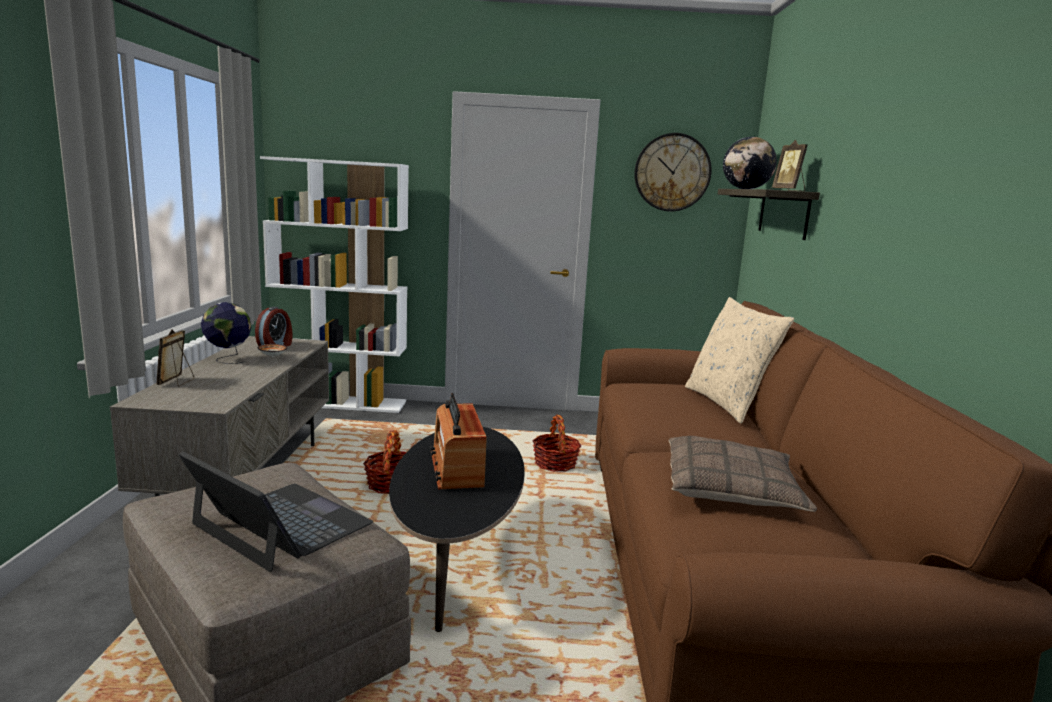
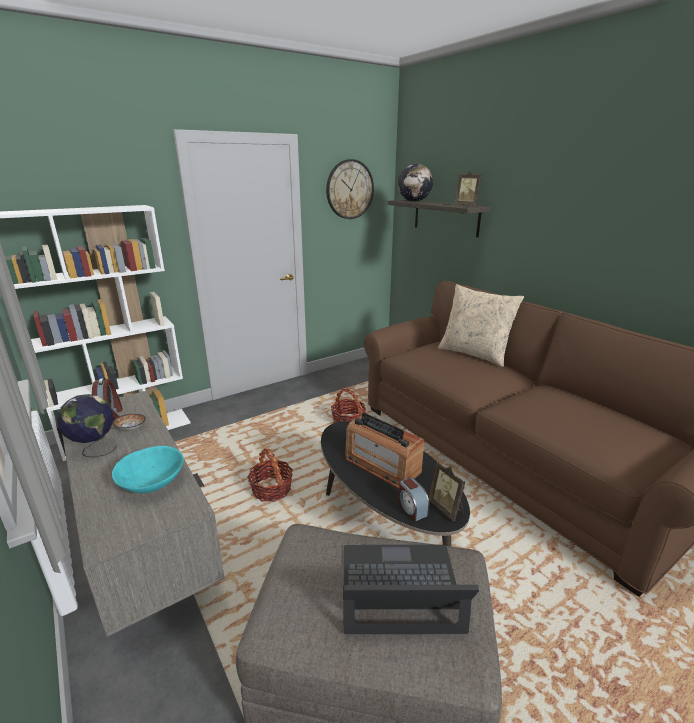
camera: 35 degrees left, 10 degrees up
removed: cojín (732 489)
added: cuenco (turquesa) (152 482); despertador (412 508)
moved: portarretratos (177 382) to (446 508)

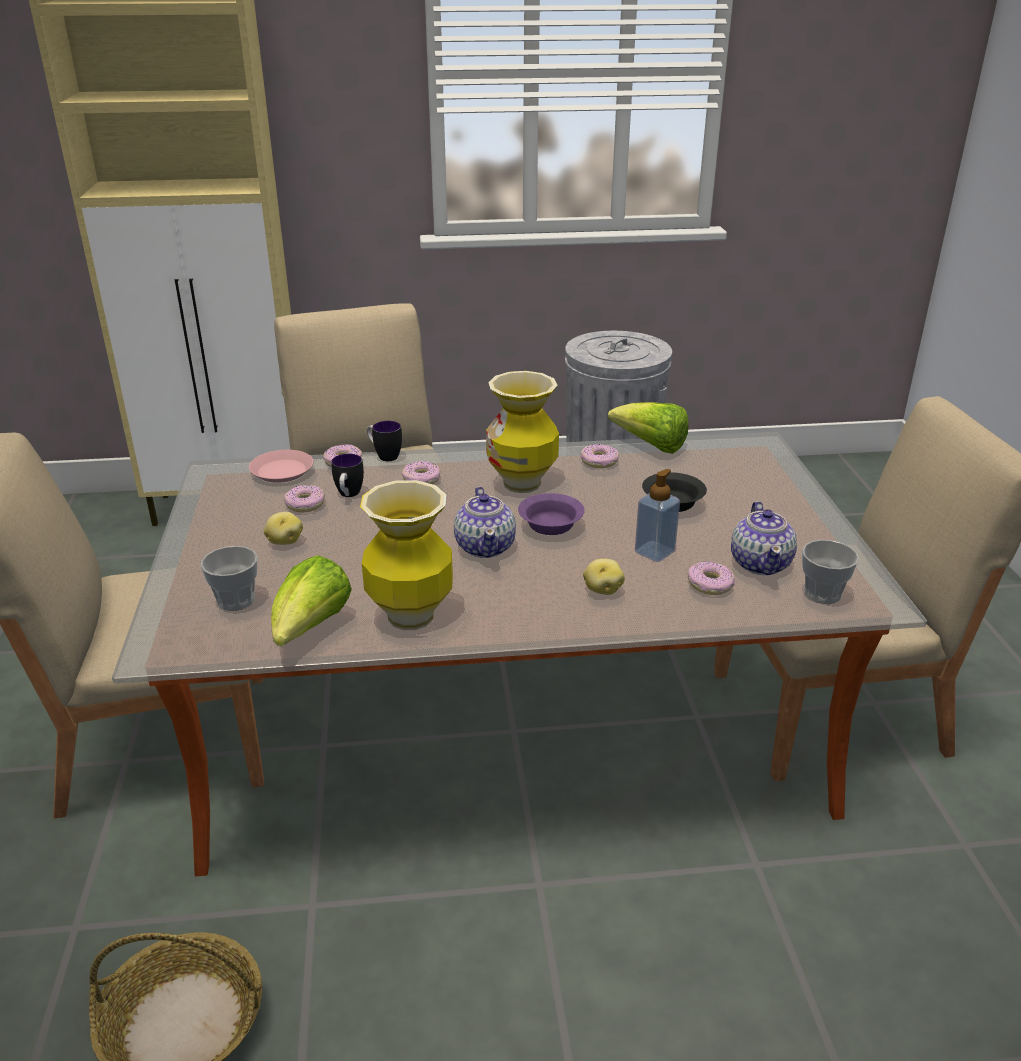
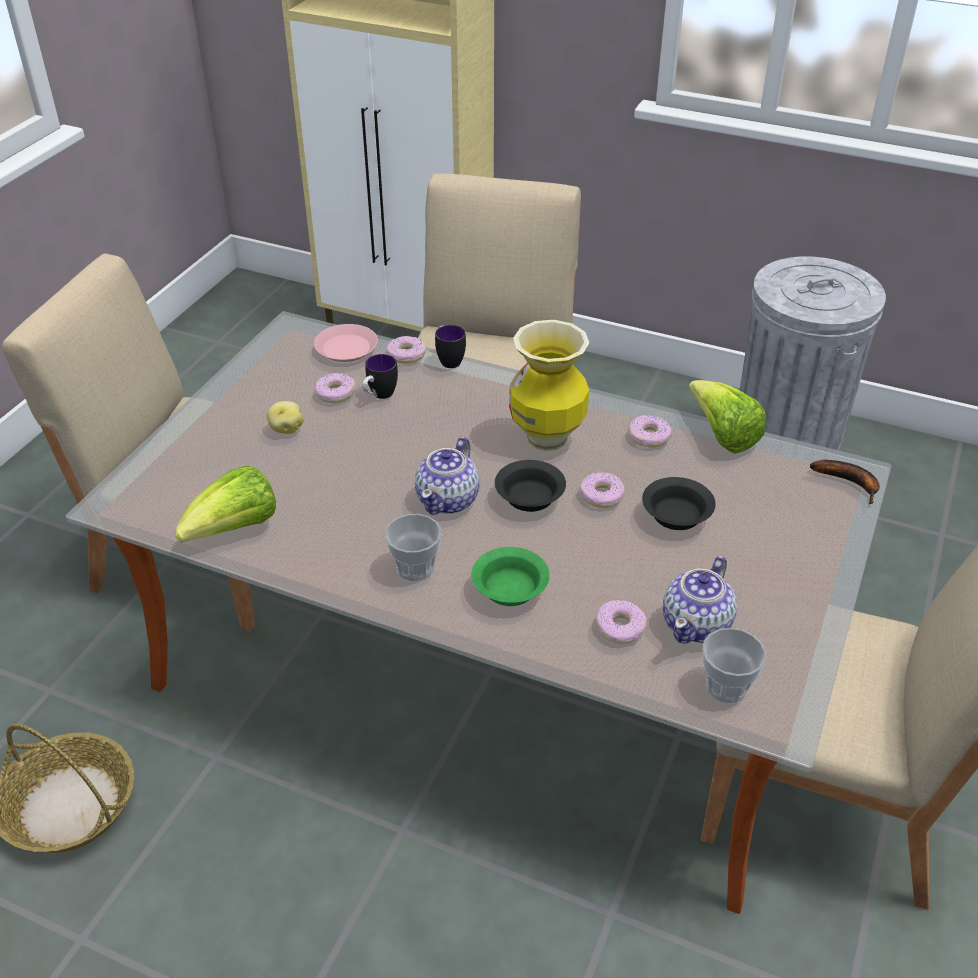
camera: 30 degrees right, 10 degrees up
removed: florero (410 616); dispensador de jabón (654 552)
added: plátano (850 483)
moved: taza (236 600) to (415 568); rosquilla (421 479) to (601 495)
replaced: patata (602 590) to cuenco (verde) (511 590)
recoloured: cuenco (morado) (549 526) to cuenco (negro) (528 497)

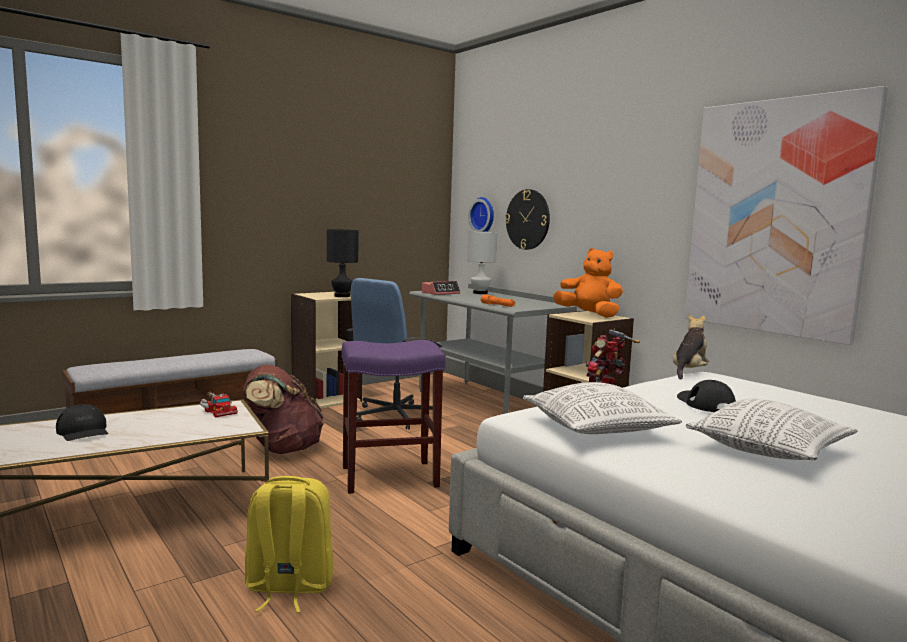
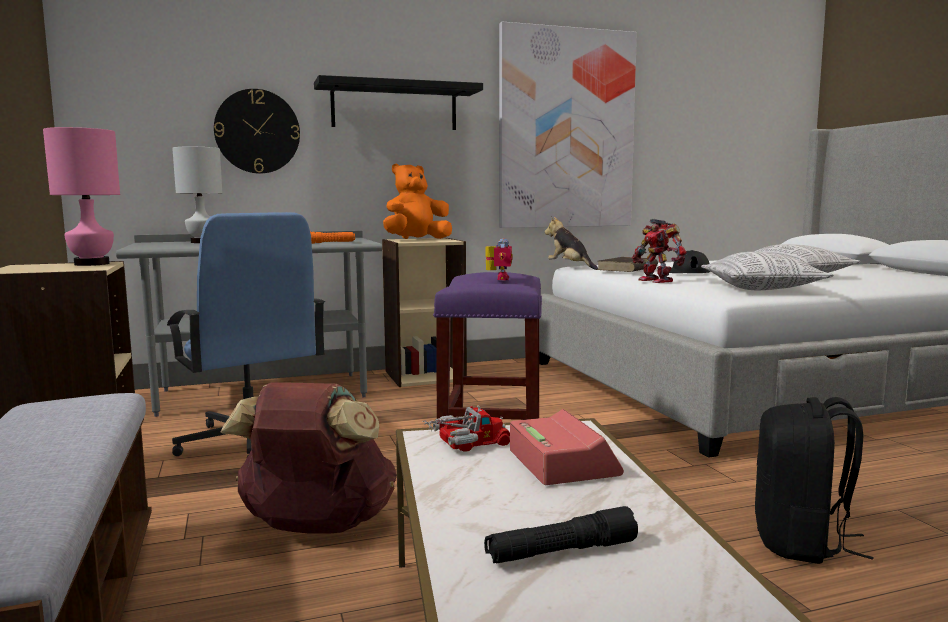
camera: 70 degrees left, 0 degrees up
removed: reloj de pared (483 215)
added: estante (negro) (394 107); robot de juguete (498 279); libro (marrón) (627 268)
moved: despertador (441 293) to (562 463)
replaced: gorra (negro) (83 431) to linterna (negro) (561 552)
recoloured: mochila (amarillo) (288 587) to mochila (negro) (801 543); lámpara de mesa (negro) (342 296) to lámpara de mesa (rosa) (91 264)

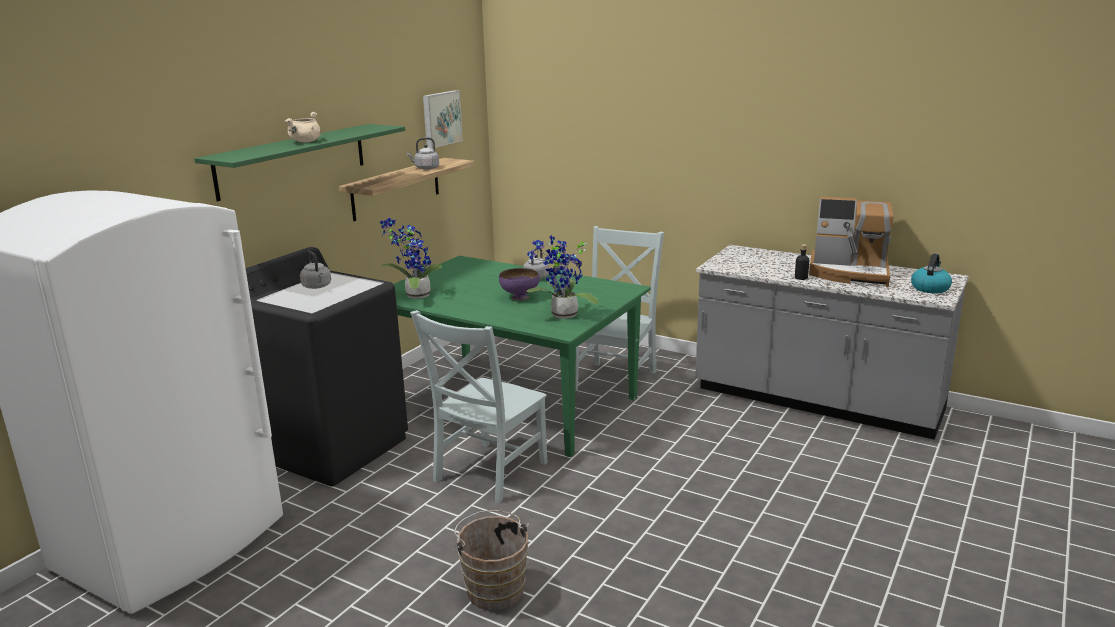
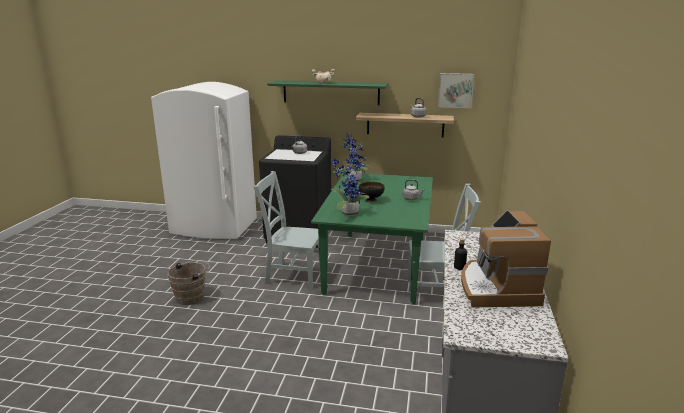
camera: 70 degrees right, 0 degrees up
removed: hervidor (930 288)
recoloured: cuenco (morado) (519 297) to cuenco (negro) (371 200)

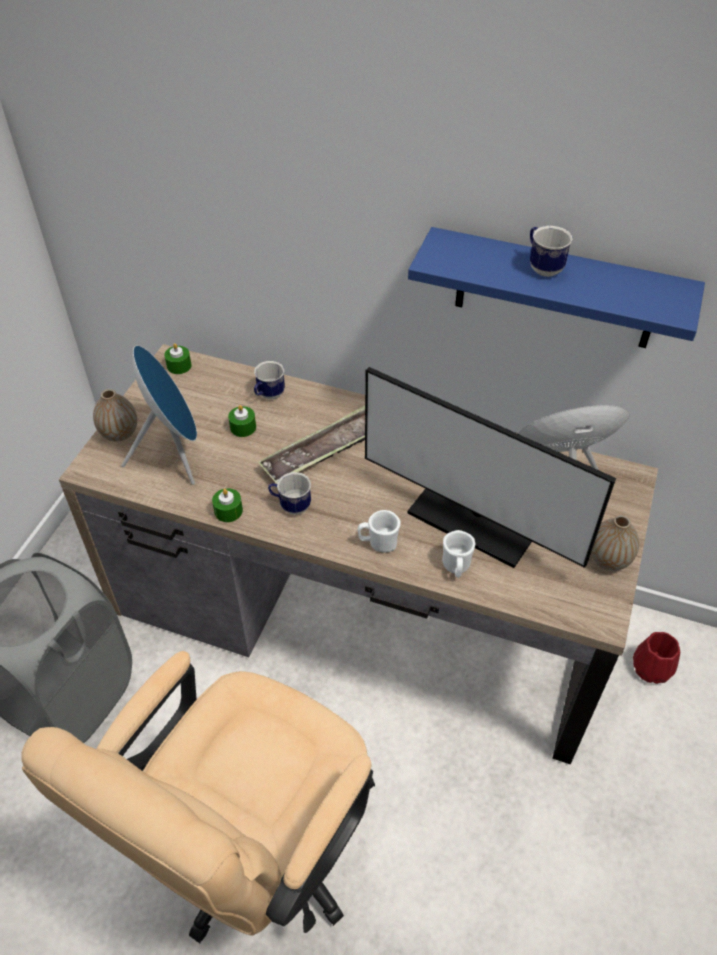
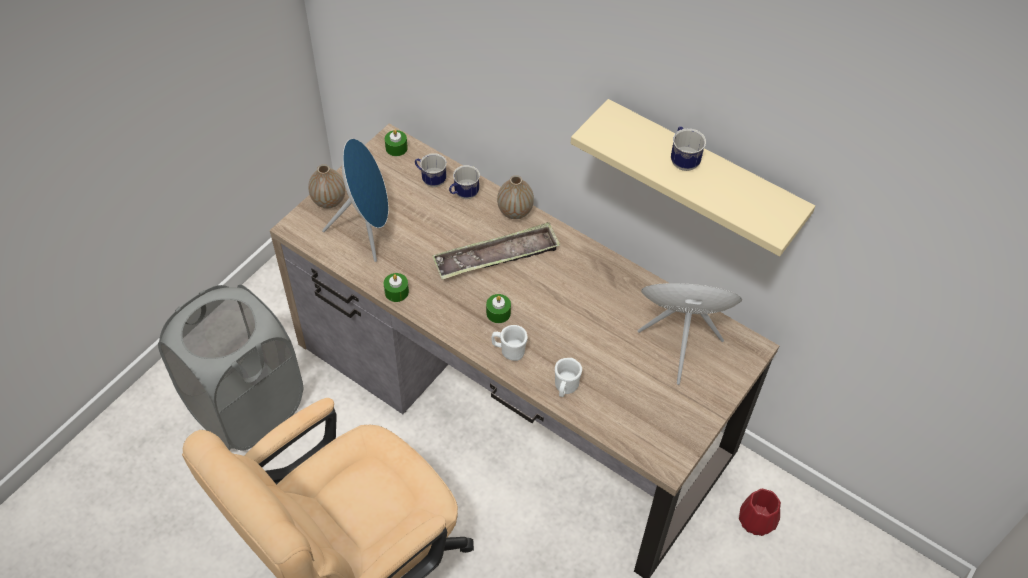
camera: 15 degrees right, 5 degrees up
removed: monitor (473 521)
moved: vela (verde) (243 427) to (498 313); taza grande (291 506) to (430 180); florero (608 559) to (515 211)
recoloured: estante (azul) (555 290) to estante (beis) (702 176)

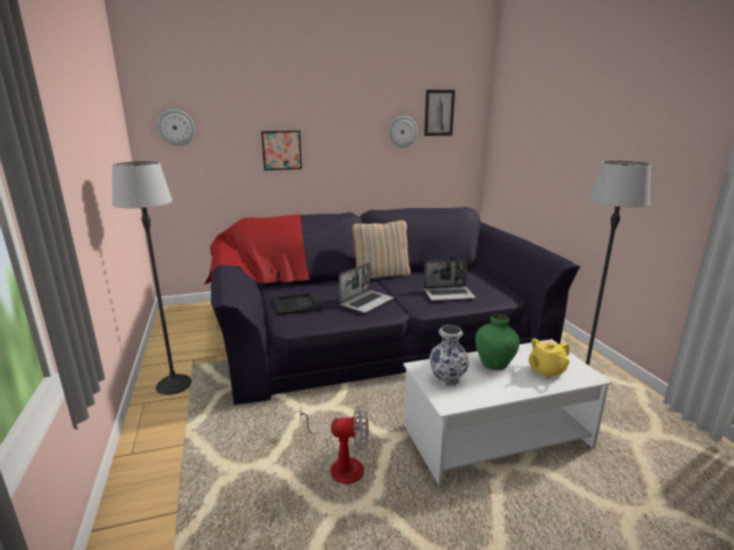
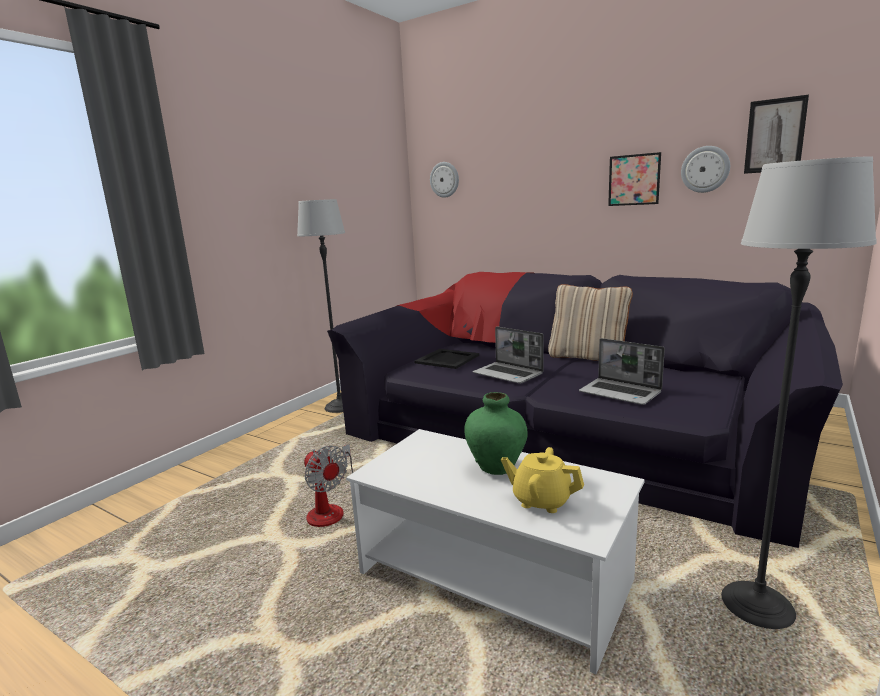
camera: 50 degrees right, 5 degrees down
removed: florero (448 379)
moved: cuadro (281 150) to (634 180)
turned: portátil (366 302) = (508 374) 45 degrees clockwise

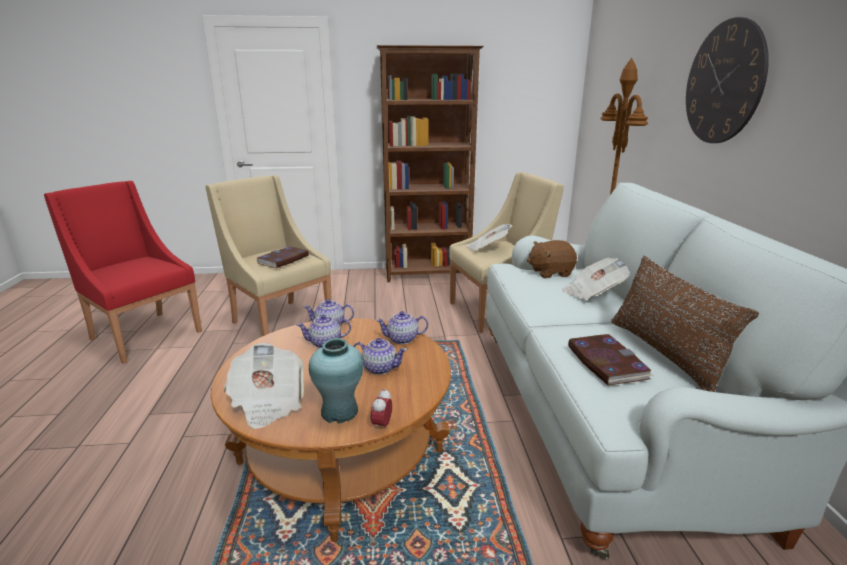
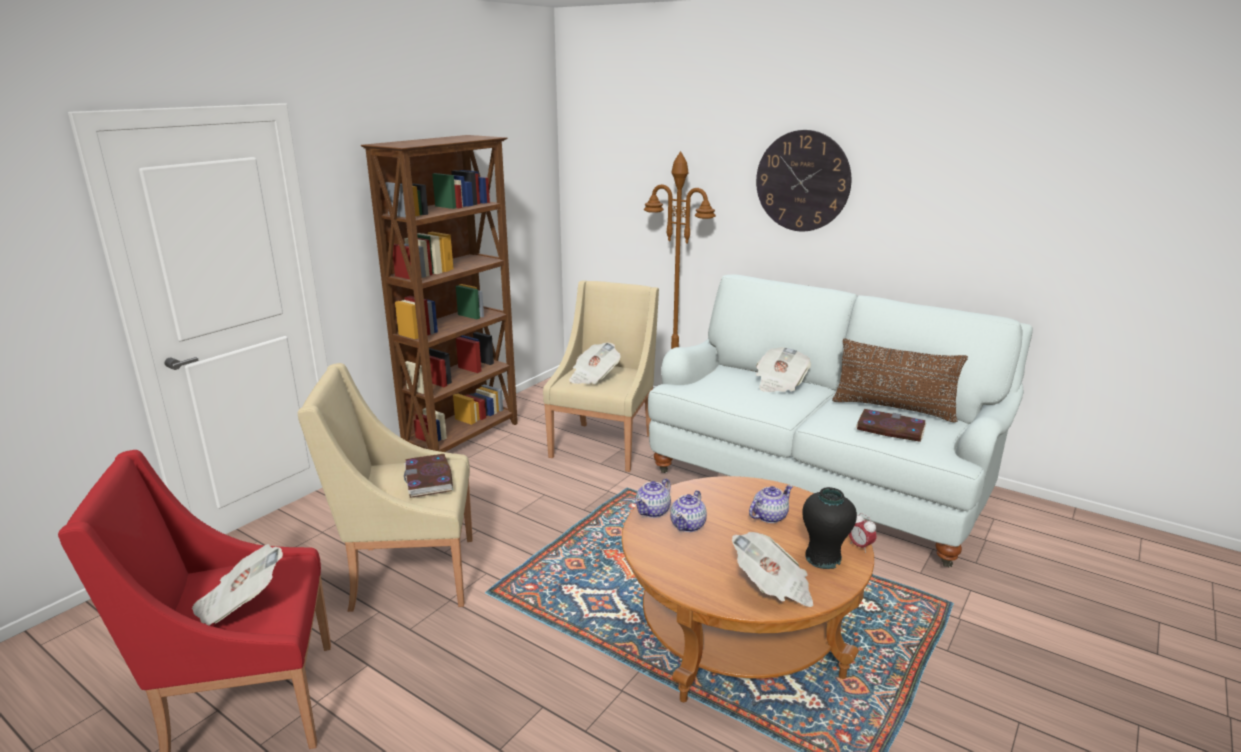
camera: 50 degrees left, 0 degrees up
removed: tetera (403 339); peluche (marrón) (550 272)
added: periódico (240 605)
recoloured: florero (turquesa) (340 412) to florero (negro) (823 558)

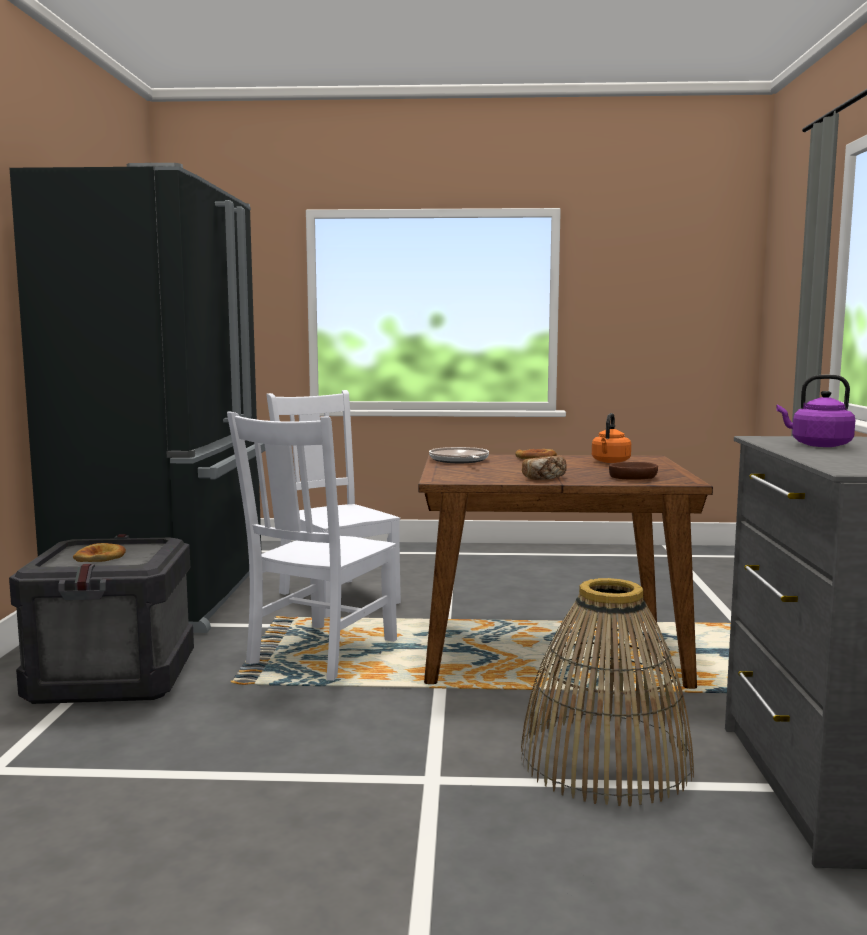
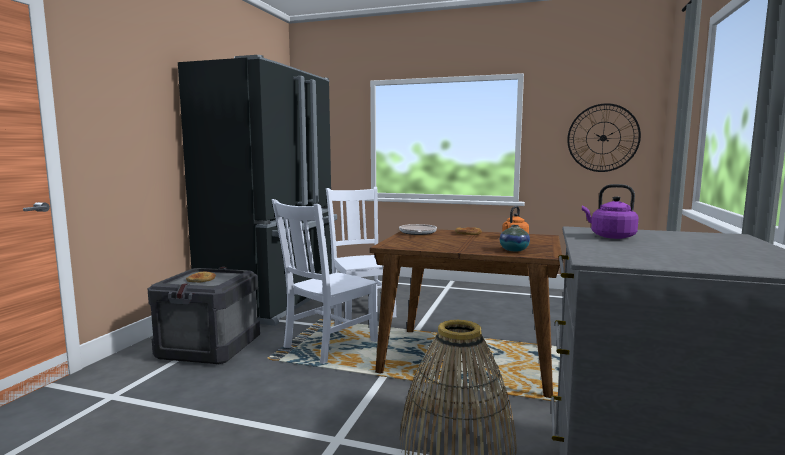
camera: 15 degrees right, 0 degrees up
removed: pan (545 478)
added: reloj de pared (603 138)
replaced: cuenco (marrón) (633 477) to florero (514 250)

